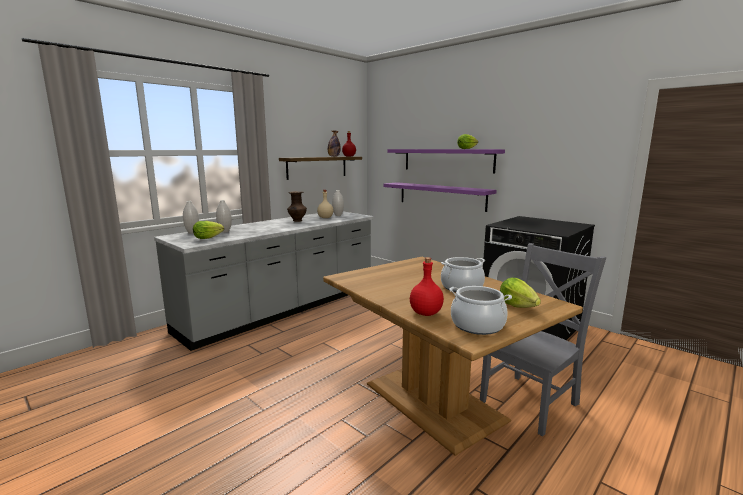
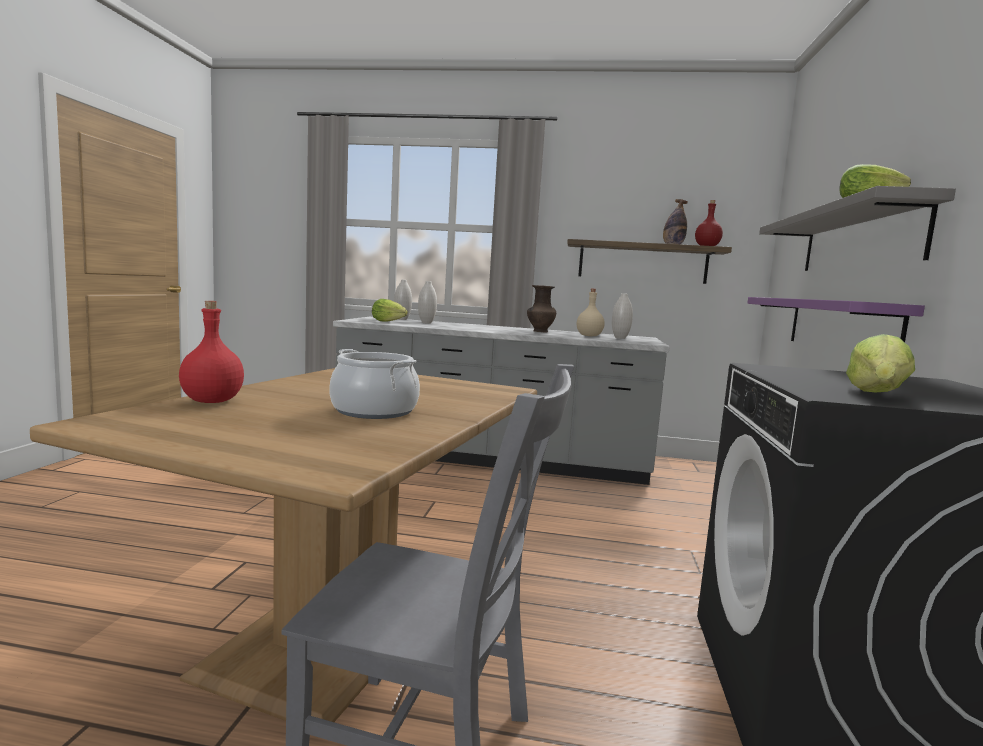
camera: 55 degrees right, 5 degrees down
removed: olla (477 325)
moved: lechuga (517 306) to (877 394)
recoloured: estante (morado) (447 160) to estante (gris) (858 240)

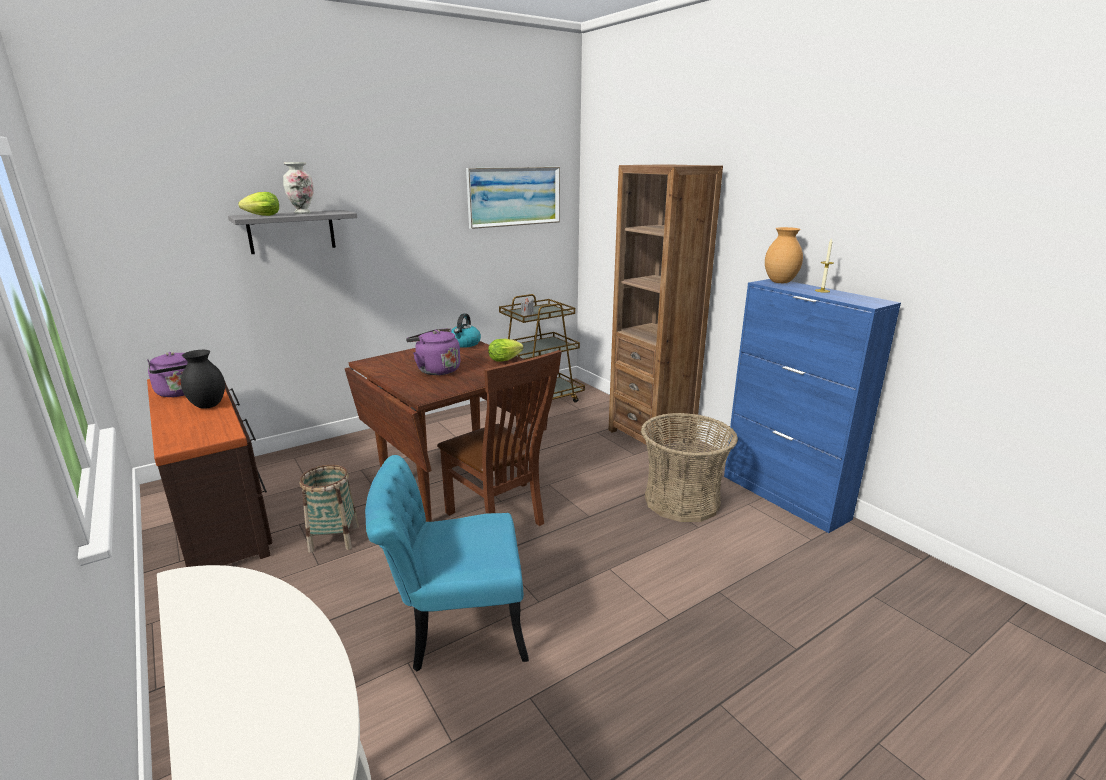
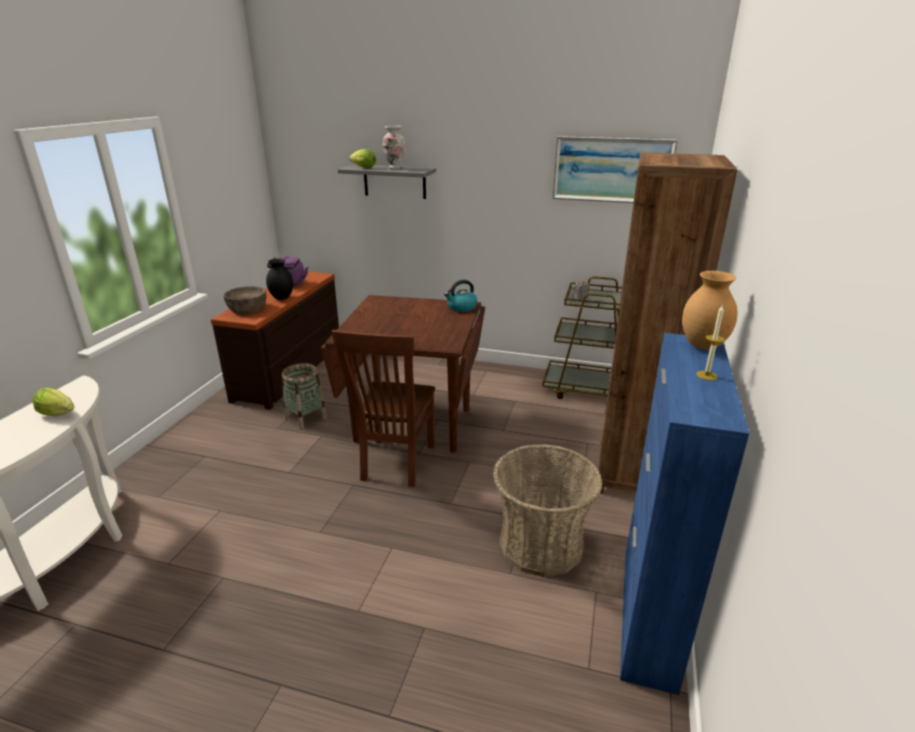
camera: 50 degrees right, 5 degrees up
removed: silla (turquesa) (454 627); hervidor (morado) (436 370)
added: cuenco (marrón) (247 309)
moved: lechuga (506 359) to (59 414)

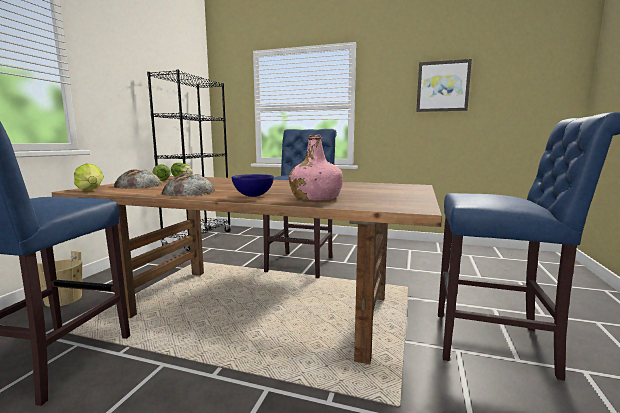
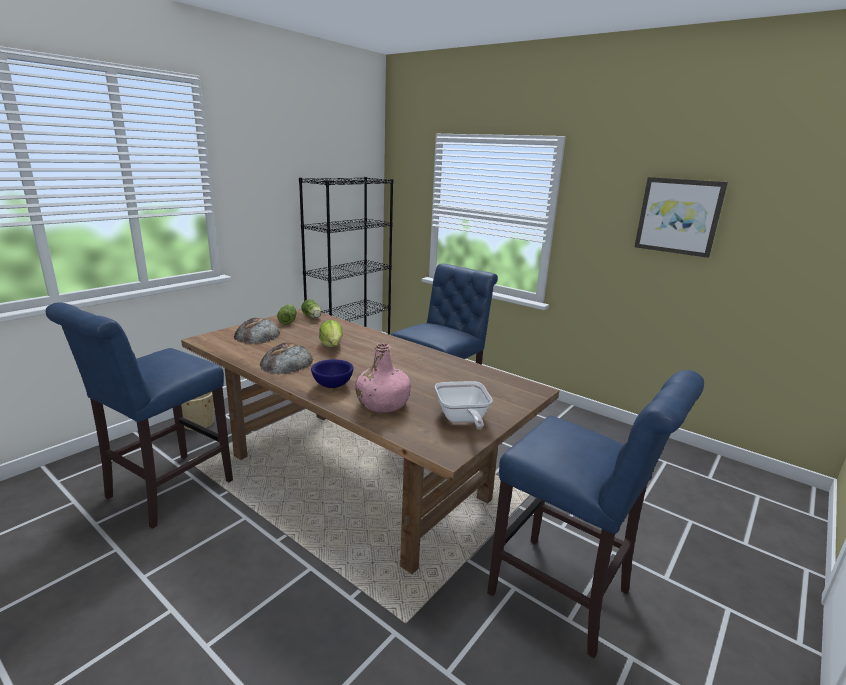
camera: 20 degrees right, 10 degrees up
added: sartén (462 419)
moved: lechuga (91 190) to (332 346)

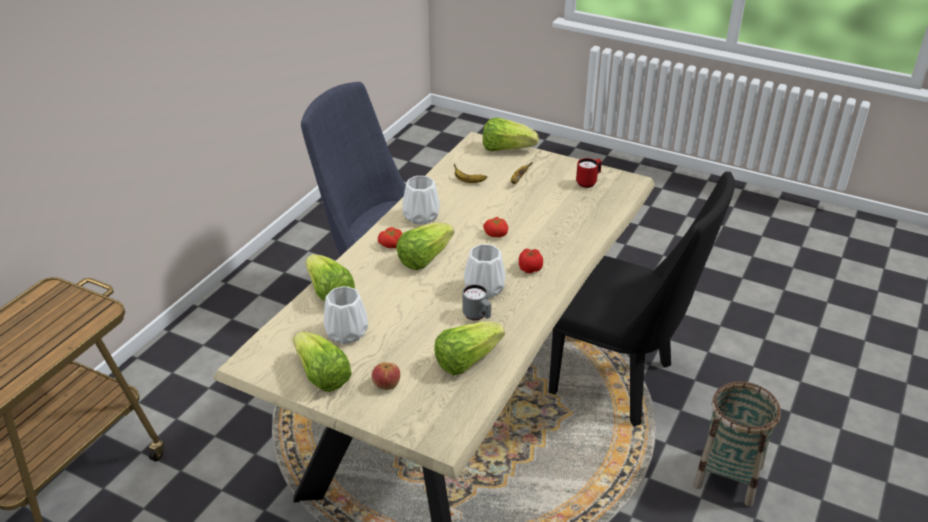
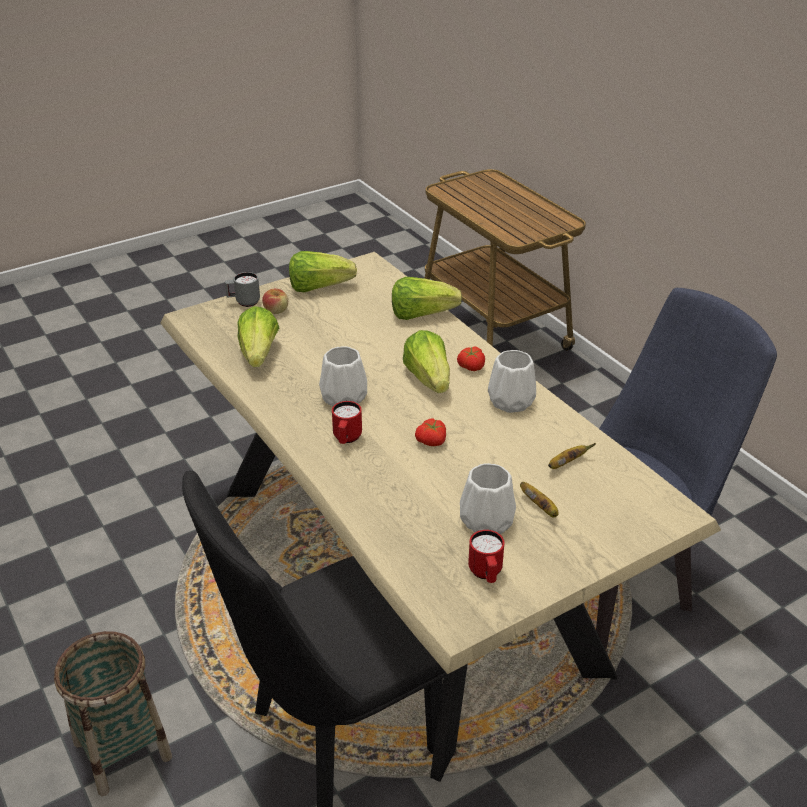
camera: 120 degrees right, 0 degrees up
removed: lechuga (506 149)
moved: florero (blanco) (346 332) to (488 521); taza grande (gris) (477 316) to (244 302)
replaced: tomate (529 268) to taza grande (rojo) (346 439)

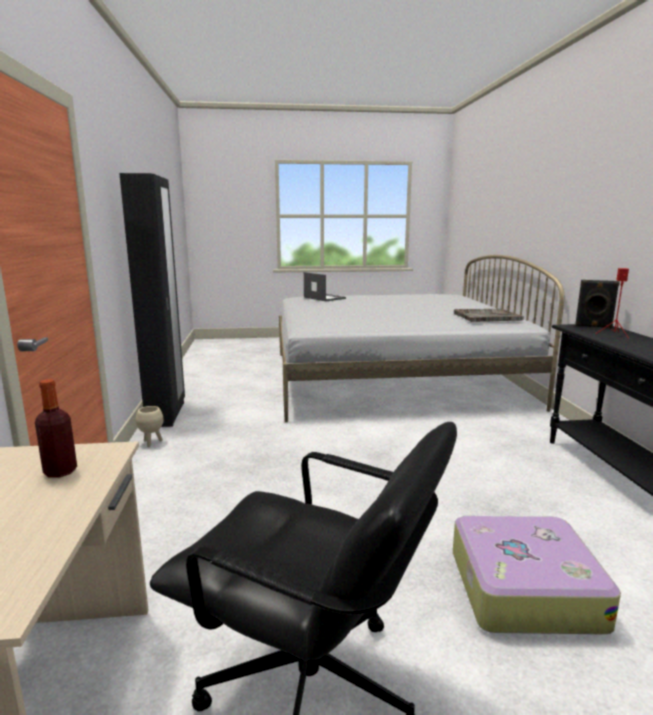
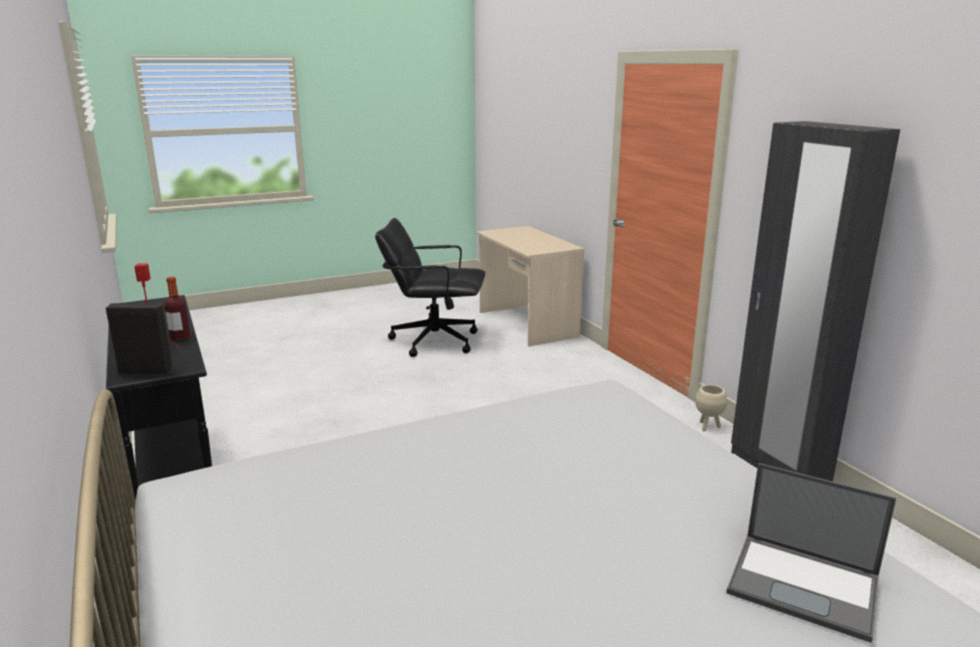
camera: 160 degrees right, 5 degrees up
removed: maleta (522 588); bandeja (gris) (486 317)
moved: botella (60 471) to (180 337)

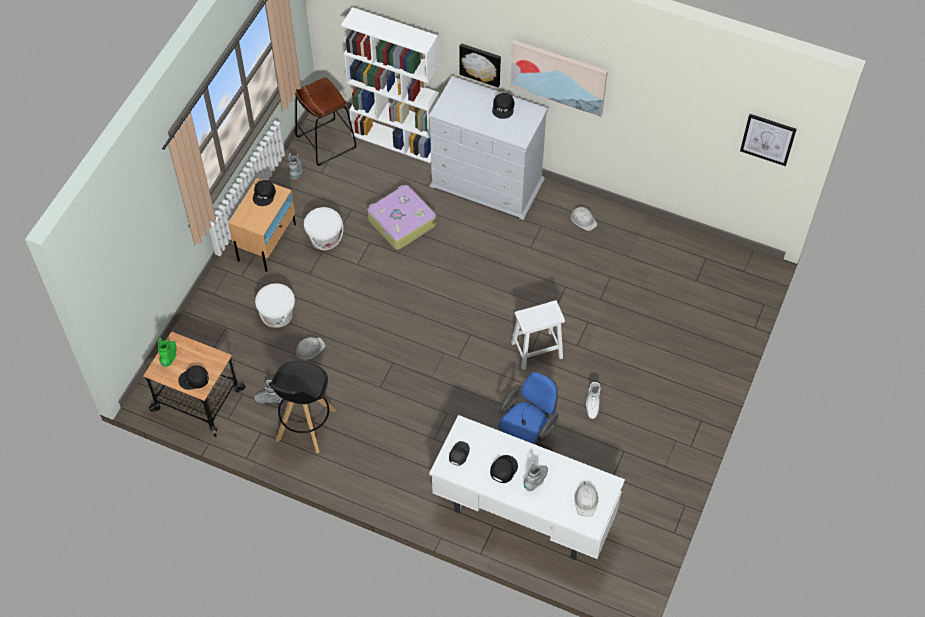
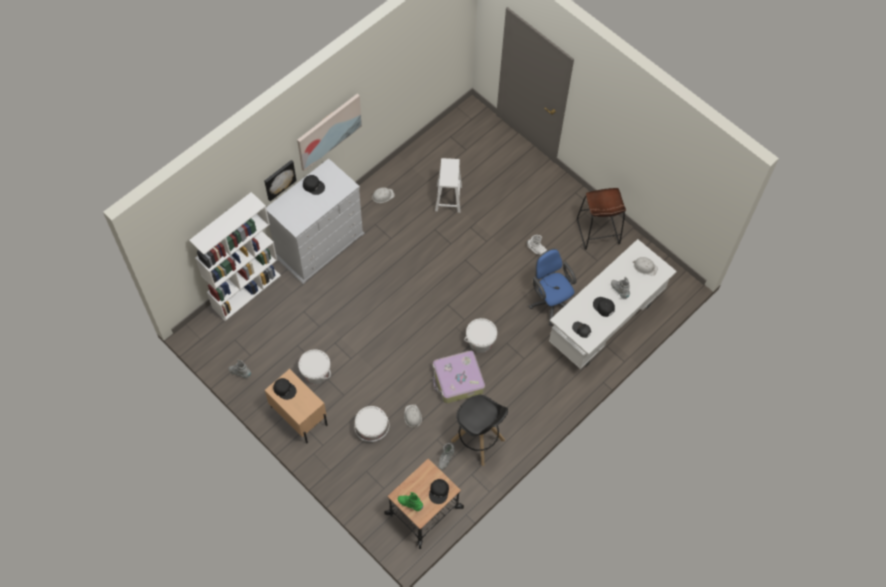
camera: 70 degrees left, 5 degrees up
removed: cuadro (768 139)
added: cubo (blanco) (480 342)
moved: taburete (marrón) (325 142) to (598 232); maleta (401 222) to (457 380); taburete (blanco) (536 350) to (448 199)

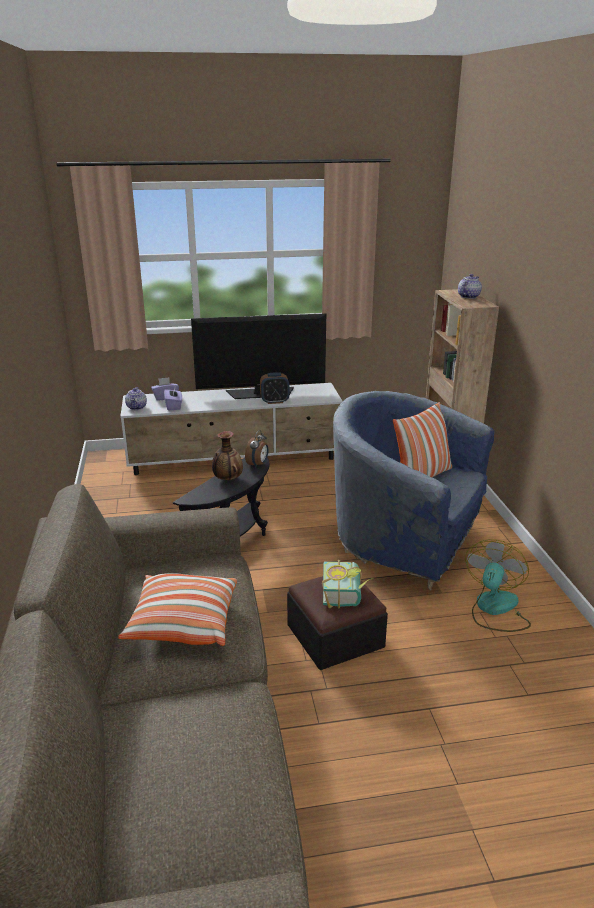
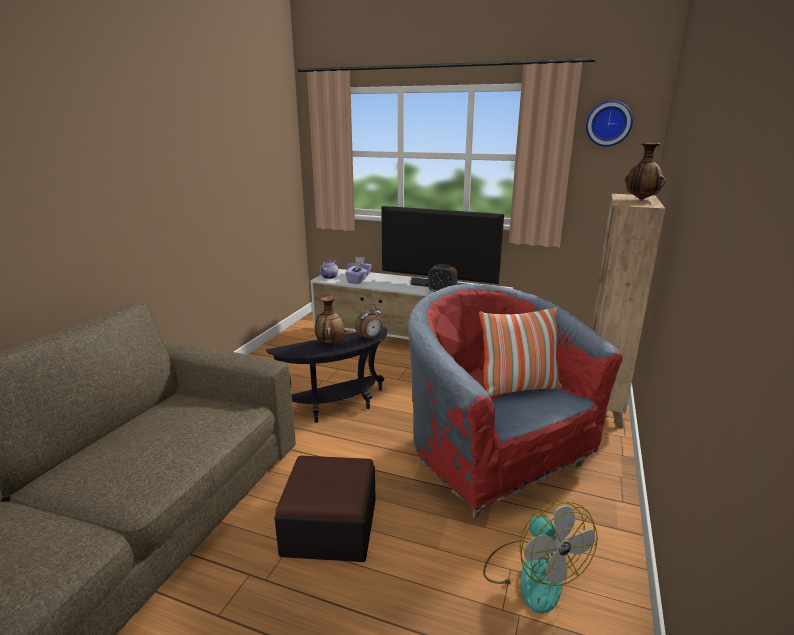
camera: 30 degrees right, 5 degrees down
removed: cojín (183 623); libro (346 594)
added: reloj de pared (608 123)
replaced: tetera (468 296) to florero (640 199)
recoloured: sillón (azul) (405 543) to sillón (rojo) (493 459)
turned: ventilador (495 609) = (532 574) 105 degrees clockwise

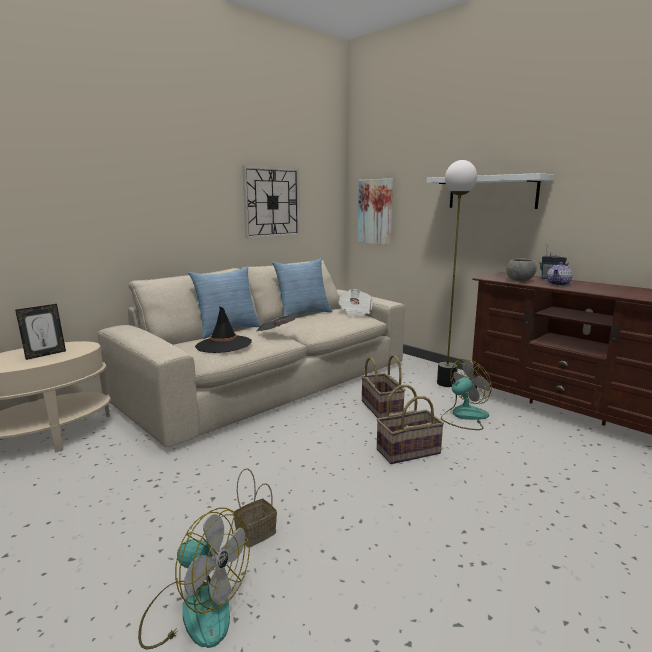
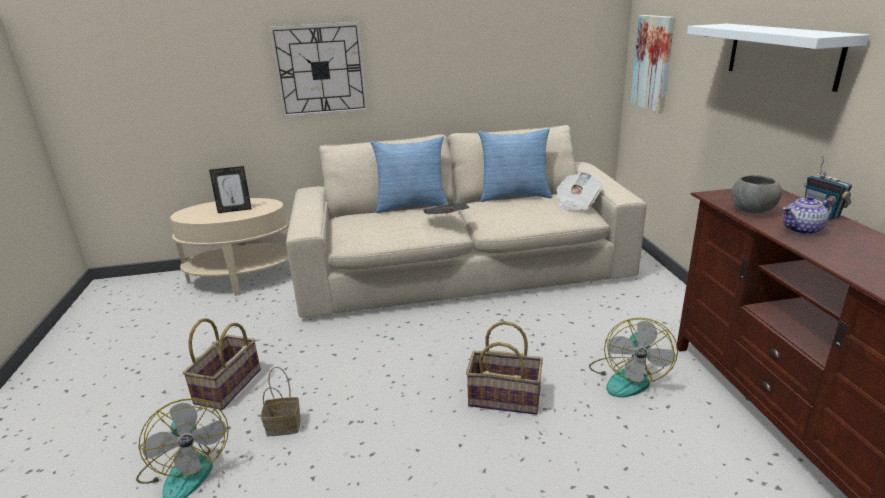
camera: 35 degrees right, 10 degrees up
removed: sombrero (negro) (223 345); lámpara de pie (446 383)
moved: reloj de pared (272 202) to (320 70); cesta (382 408) to (229 387)
turned: ventilador (464 416) = (627 377) 105 degrees clockwise

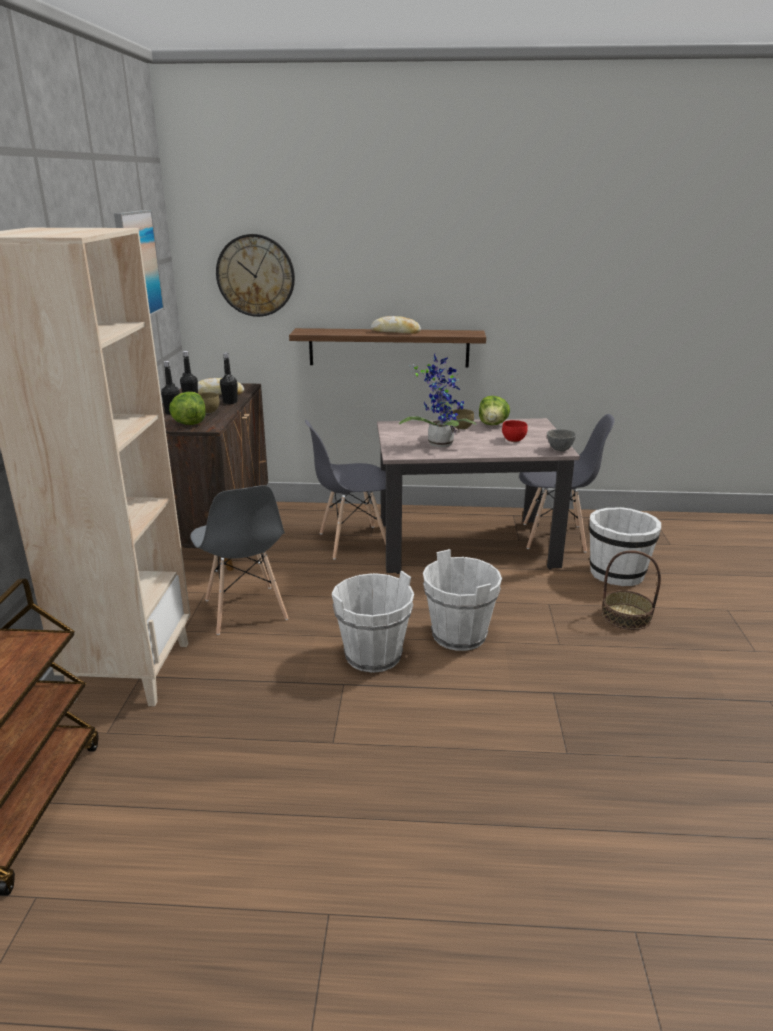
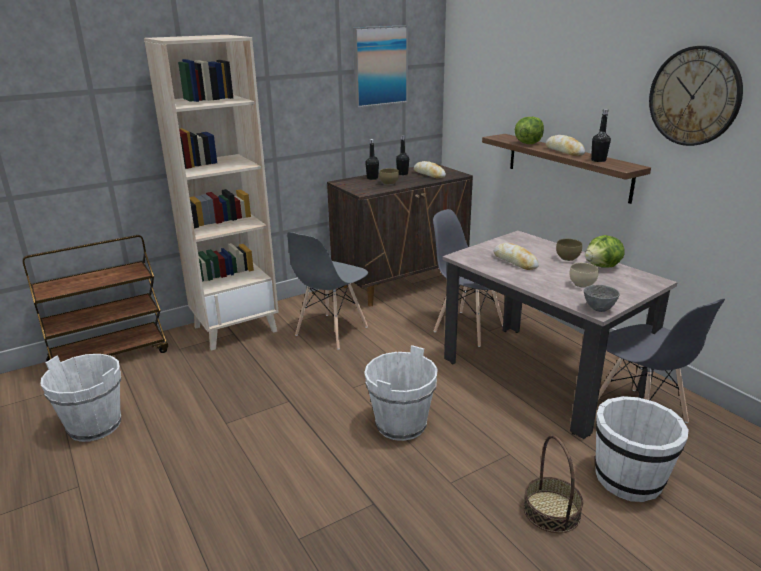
camera: 55 degrees right, 0 degrees up
moved: lechuga (189 423) to (528 143); reloj de pared (255 275) to (694 96); botella (negro) (230 402) to (598 160); cubo (blanco) (373 656) to (94 426)
replaced: planta en maceta (439 442) to pan (515 261)
recoloured: cuenco (rojo) (513 440) to cuenco (beis) (581 284)

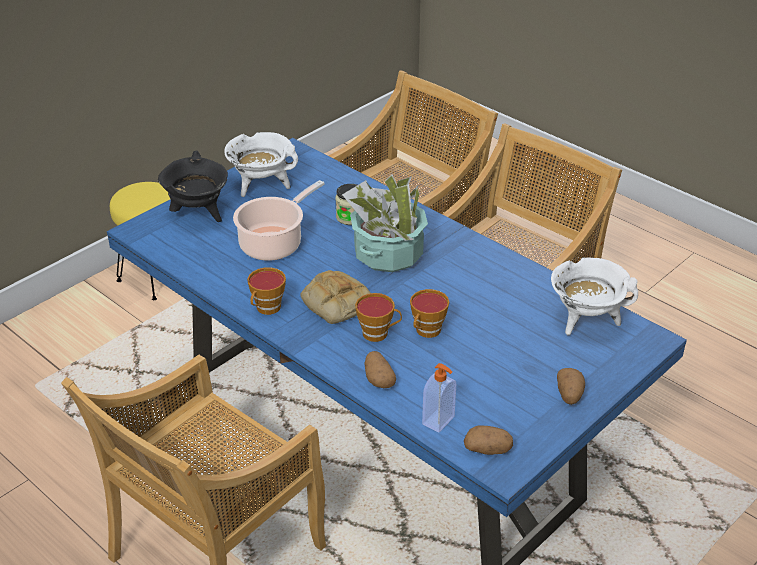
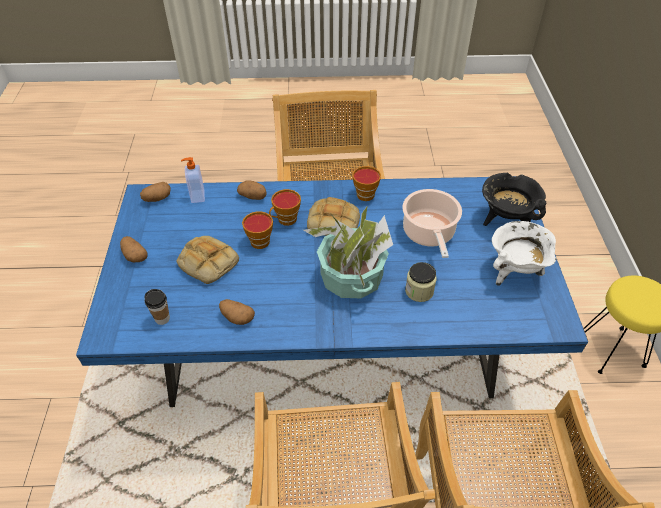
camera: 135 degrees right, 10 degrees up
added: pan (207 263); patata (237 317)
replaced: olla (blanco) (586 321) to taza (162 318)

